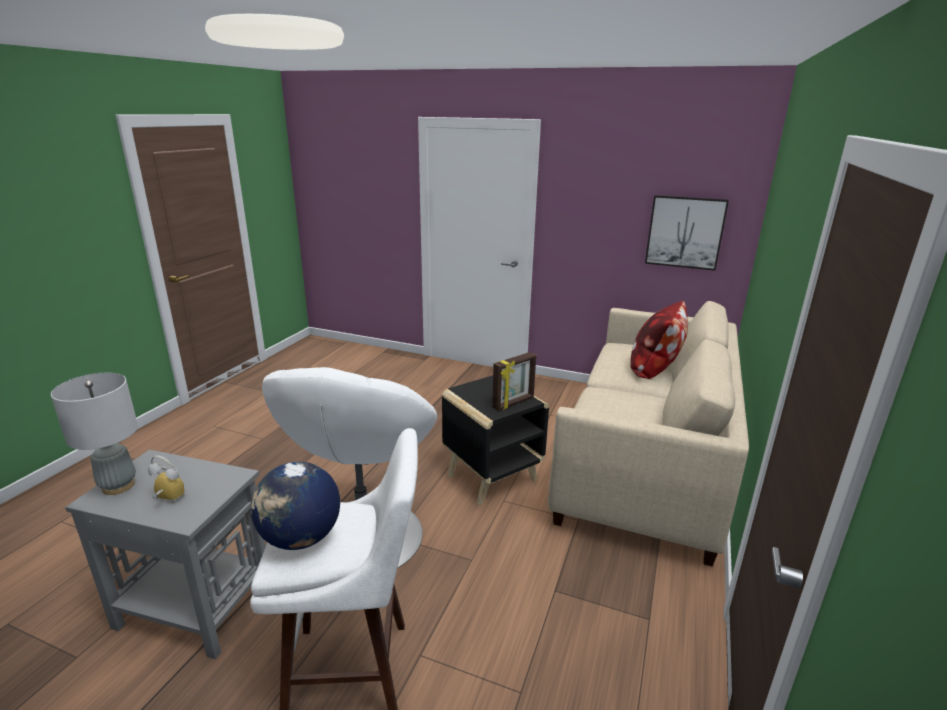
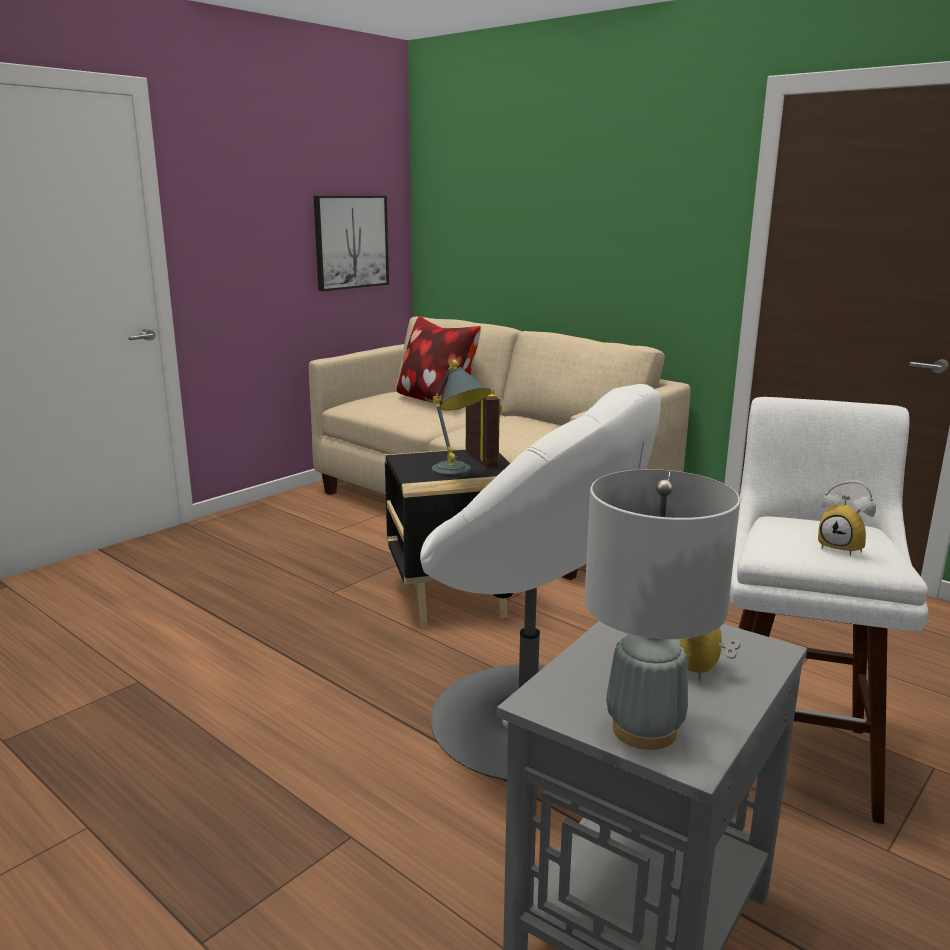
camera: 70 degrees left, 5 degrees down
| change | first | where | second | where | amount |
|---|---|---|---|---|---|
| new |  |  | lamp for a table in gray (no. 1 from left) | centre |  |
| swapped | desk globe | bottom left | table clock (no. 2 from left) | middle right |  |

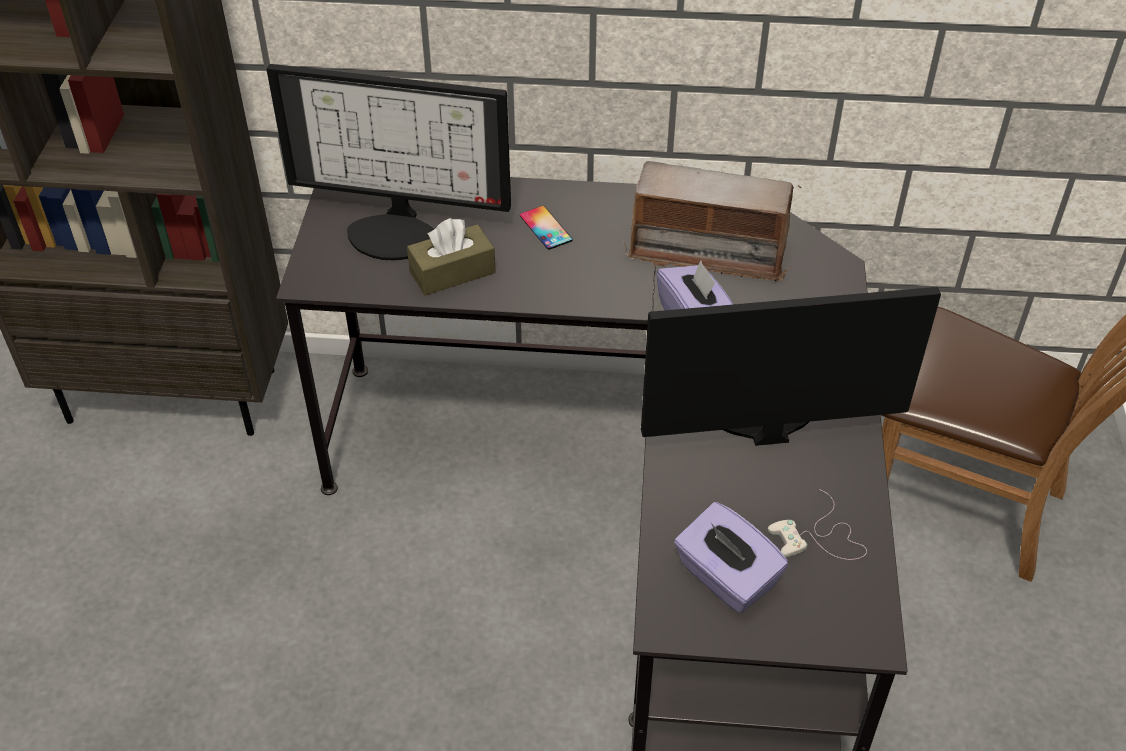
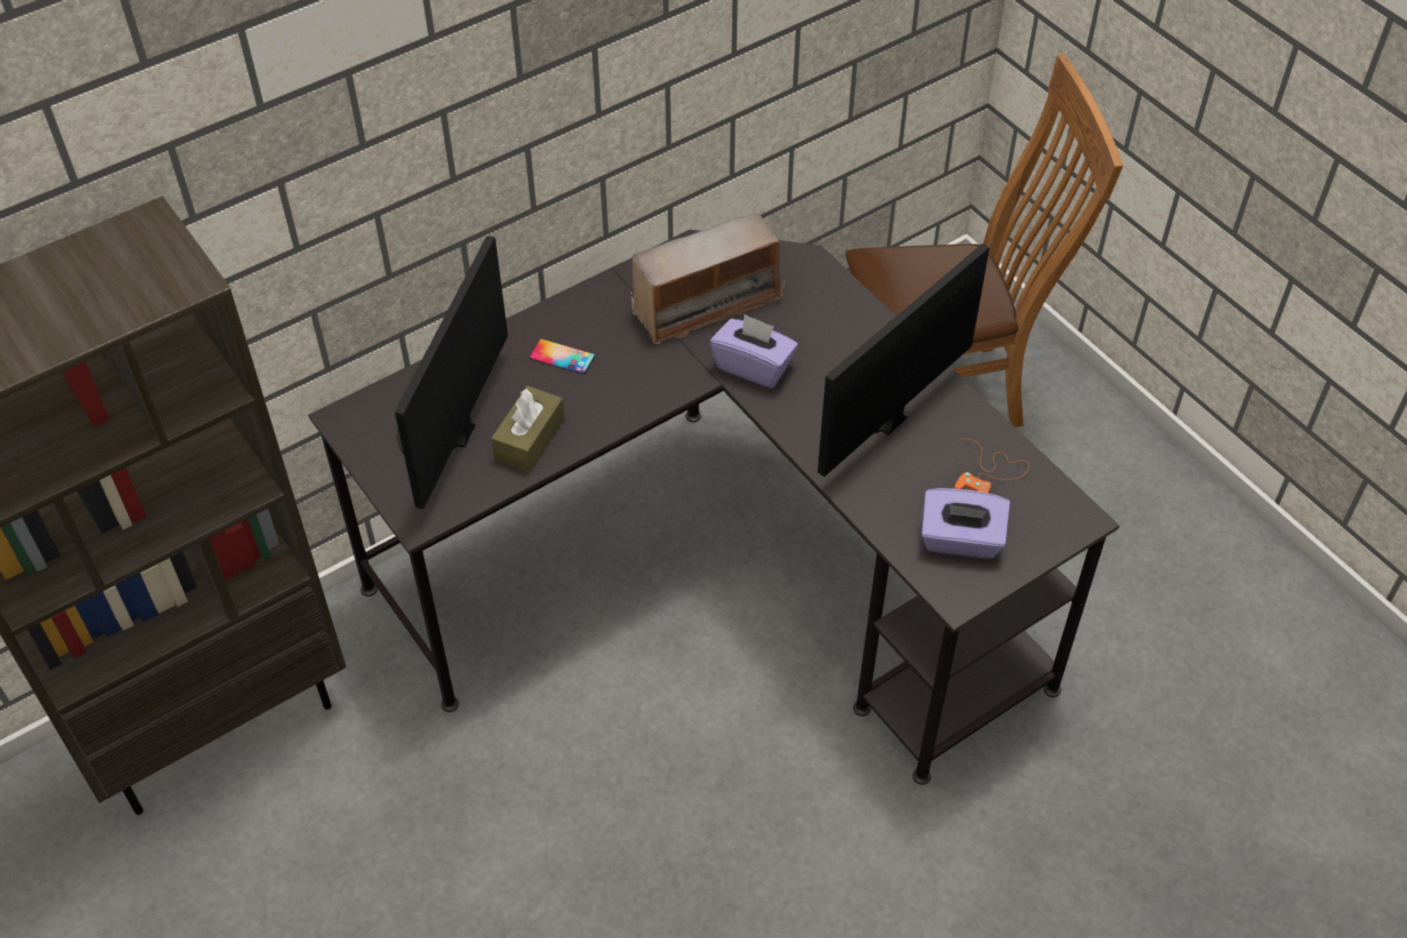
camera: 40 degrees left, 5 degrees up
| change | first | where | second | where | amount |
|---|---|---|---|---|---|
| repainted | joypad in white-coloured | bottom right | joypad in orange-coloured | middle right |  |
| rotated | computer display (no. 1 from left) | top centre |  | middle left | 135 degrees clockwise |

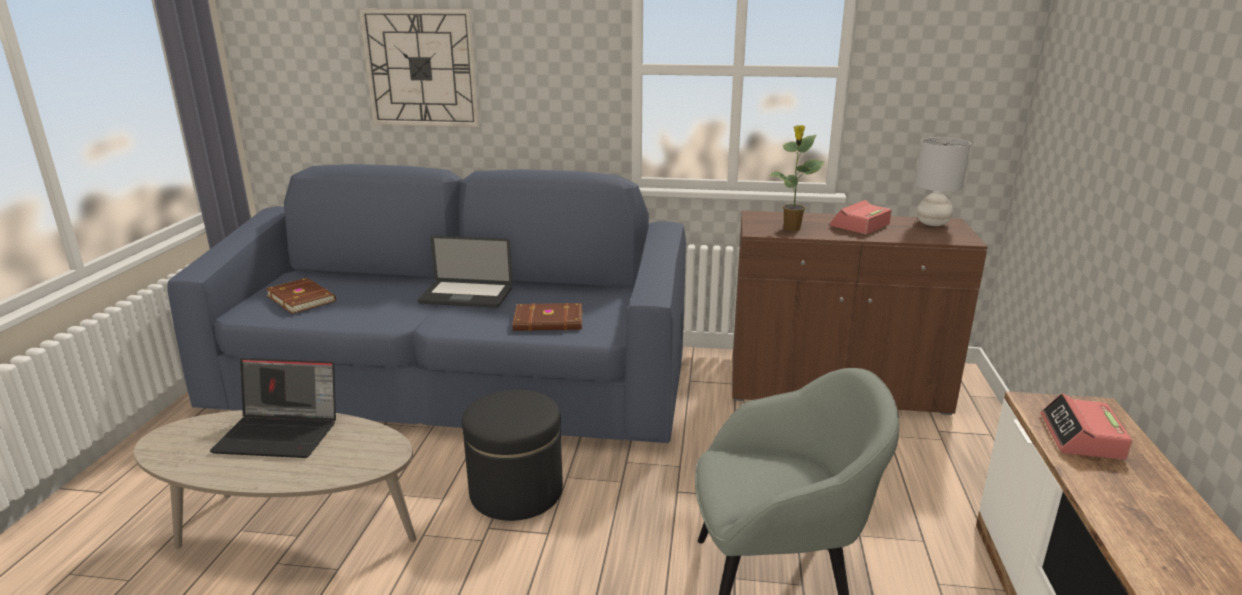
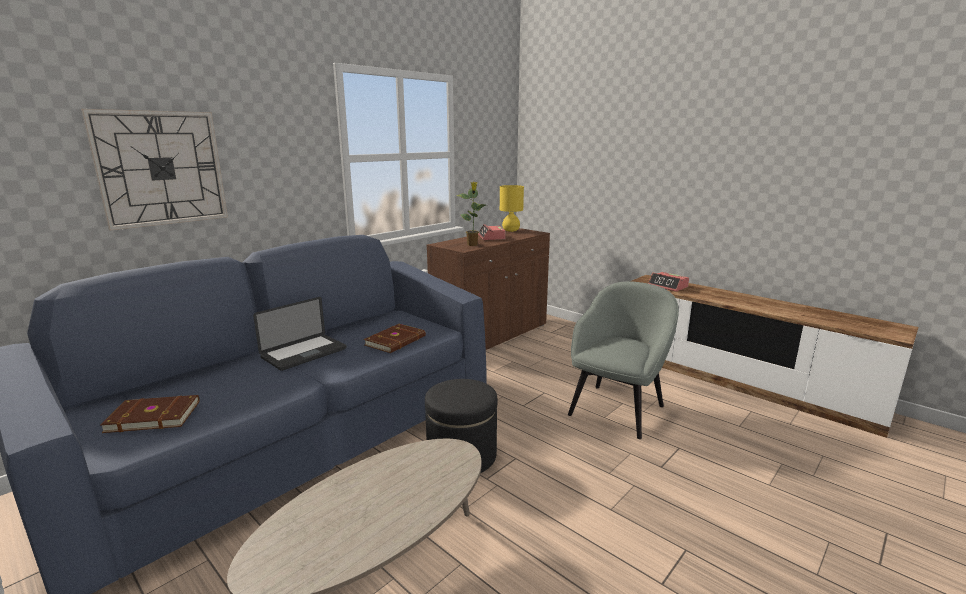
camera: 55 degrees left, 5 degrees down
| change | first | where | second | where | amount |
|---|---|---|---|---|---|
| gone | portable computer (no. 1 from left) | bottom left |  |  |  |
| repainted | lamp for a table in gray | top right | lamp for a table in yellow | centre |  |

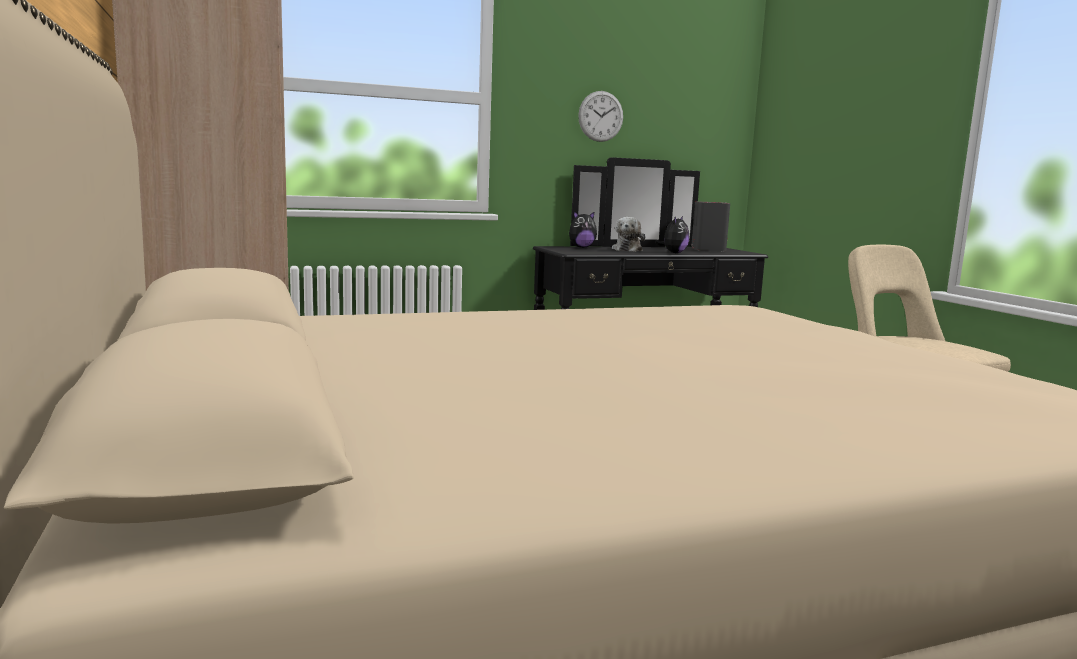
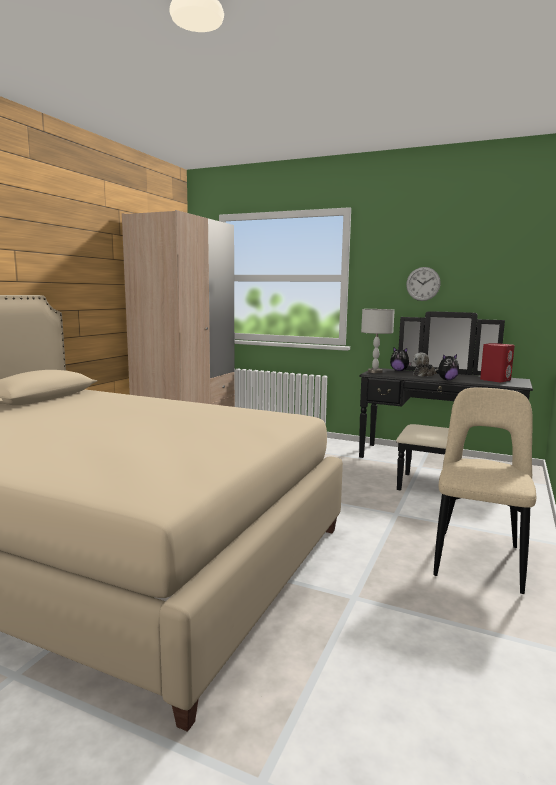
camera: 45 degrees right, 0 degrees up
| change | first | where | second | where | amount |
|---|---|---|---|---|---|
| new |  |  | lamp for a table in gray | middle right |  |
| repainted | audio speaker in gray | centre | audio speaker in red-coloured | middle right |  |

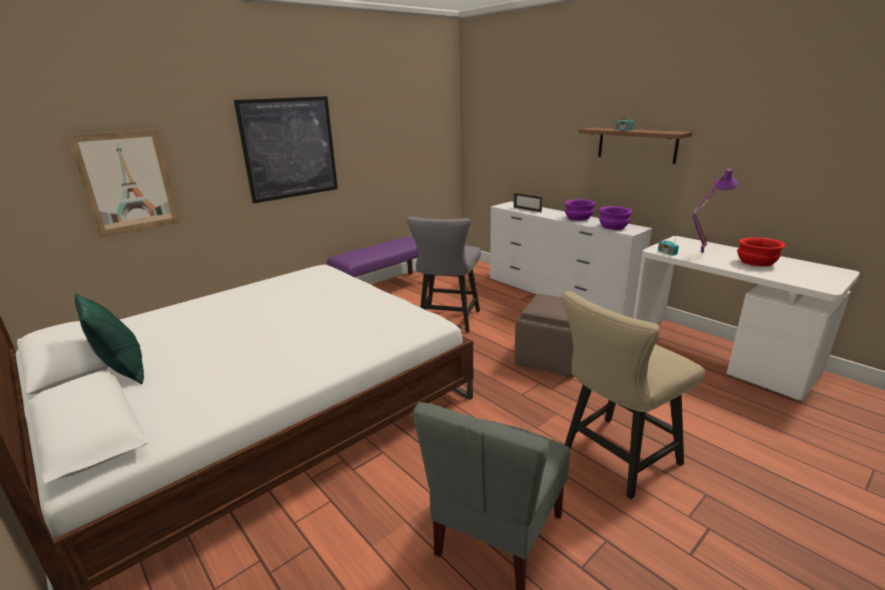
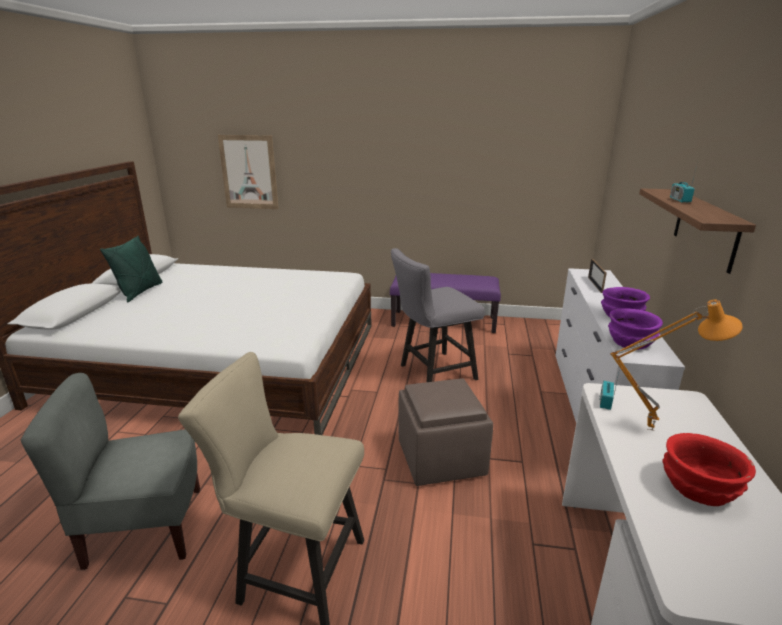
camera: 50 degrees right, 0 degrees up
| change | first | where | second | where | amount |
|---|---|---|---|---|---|
| gone | wall art (no. 2 from left) | top left |  |  |  |
| repainted | lamp for a table in purplish | middle right | lamp for a table in orange-coloured | middle right |  |

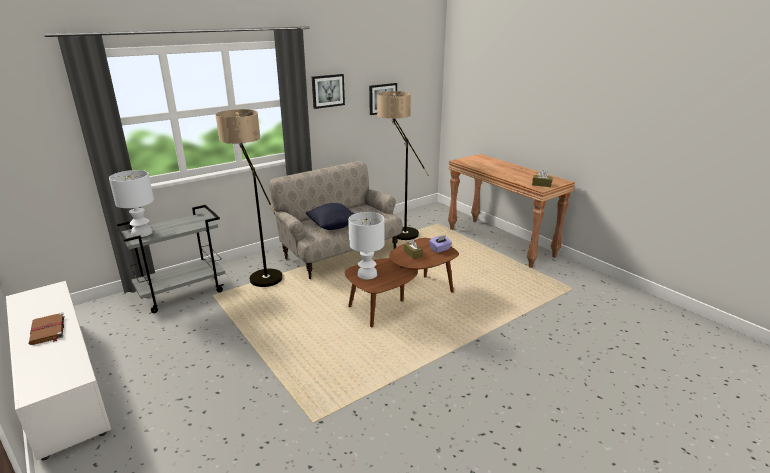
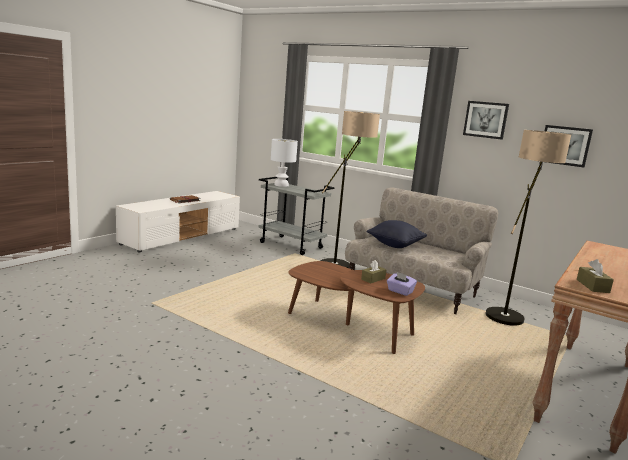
camera: 70 degrees right, 10 degrees down
| change | first | where | second | where | amount |
|---|---|---|---|---|---|
| gone | lamp for a table in white-coloured (no. 2 from left) | centre |  |  |  |

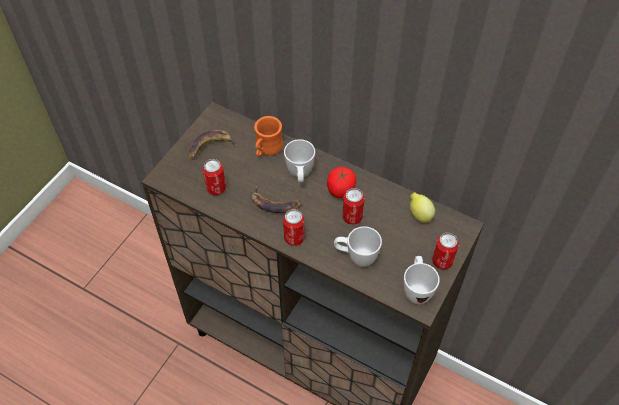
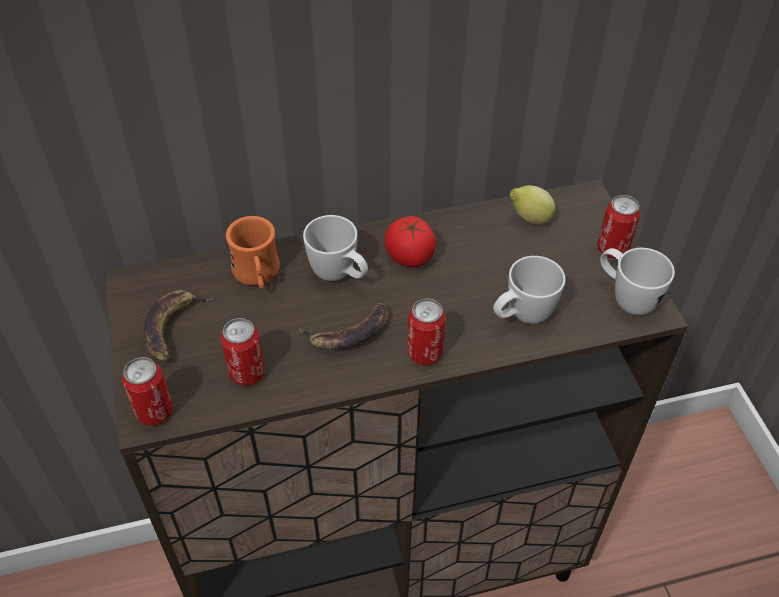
camera: 45 degrees left, 5 degrees down
| change | first | where | second | where | amount |
|---|---|---|---|---|---|
| shifted | can (no. 3 from left in the first image) | centre | can (no. 1 from left) | middle left |  |

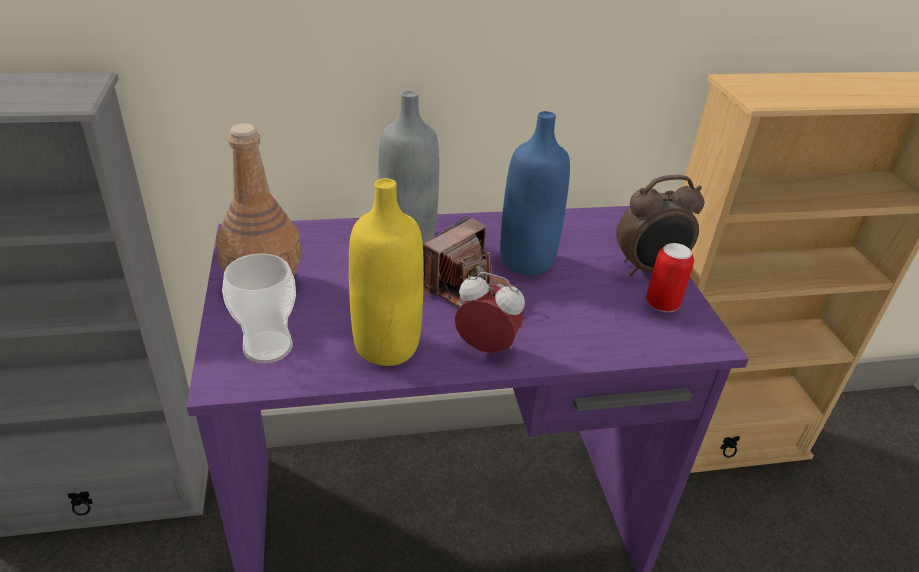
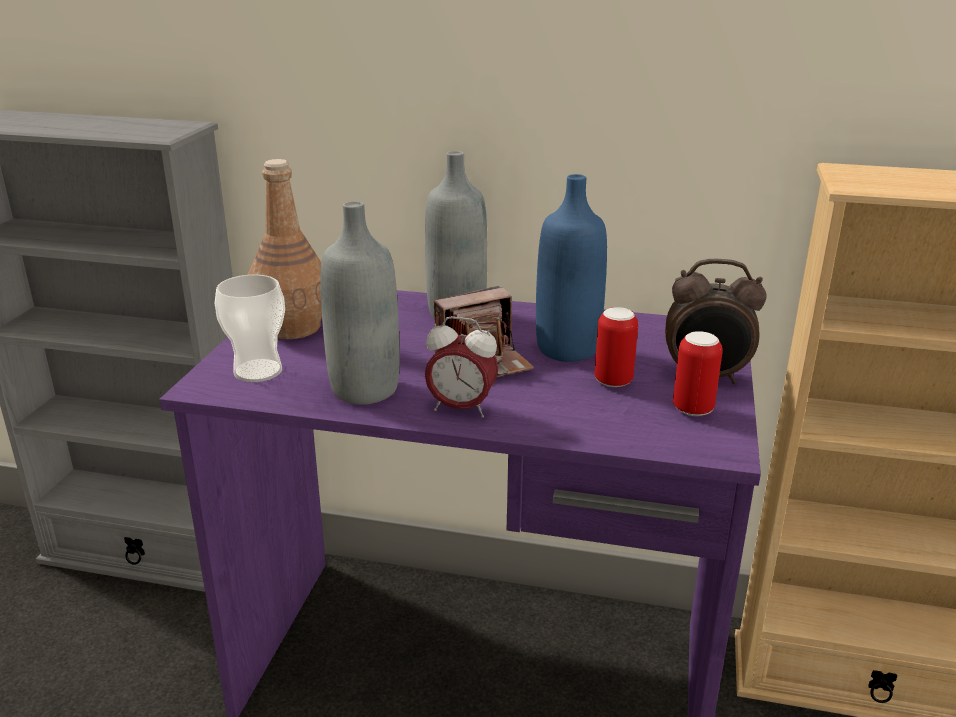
camera: 25 degrees right, 10 degrees down
| change | first | where | second | where | amount |
|---|---|---|---|---|---|
| new |  |  | can (no. 1 from left) | centre |  |
| repainted | beverage bottle in yellow | centre | beverage bottle in gray (no. 1 from left) | centre |  |
| rotated | table clock (no. 1 from left) | centre |  | centre | 150 degrees clockwise |

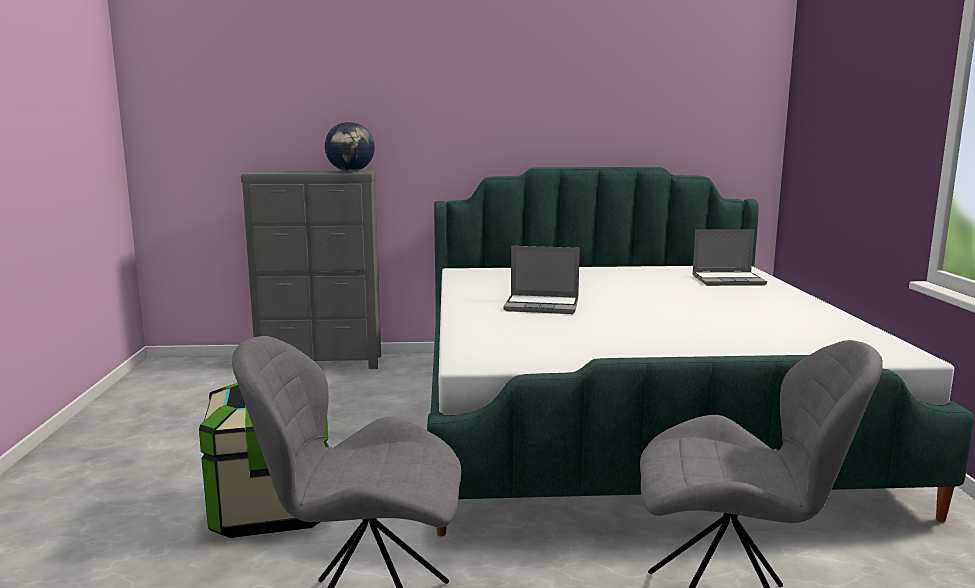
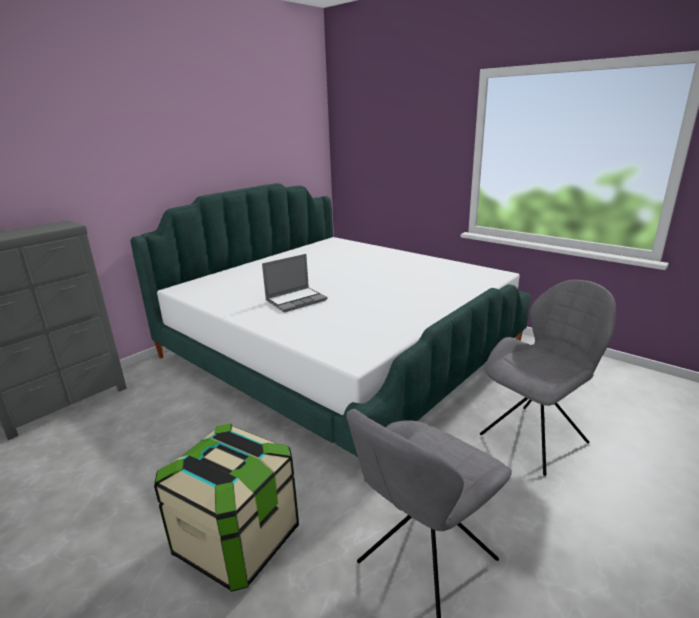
camera: 45 degrees left, 10 degrees up
| change | first | where | second | where | amount |
|---|---|---|---|---|---|
| gone | desk globe | top centre |  |  |  |
| gone | portable computer (no. 2 from left) | middle right |  |  |  |

